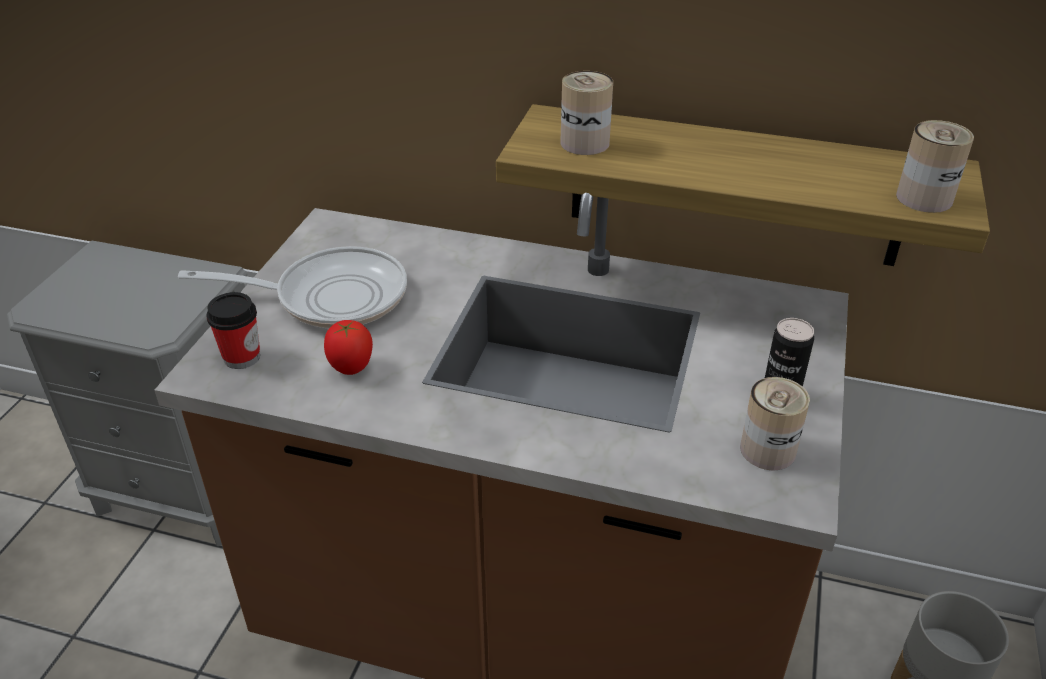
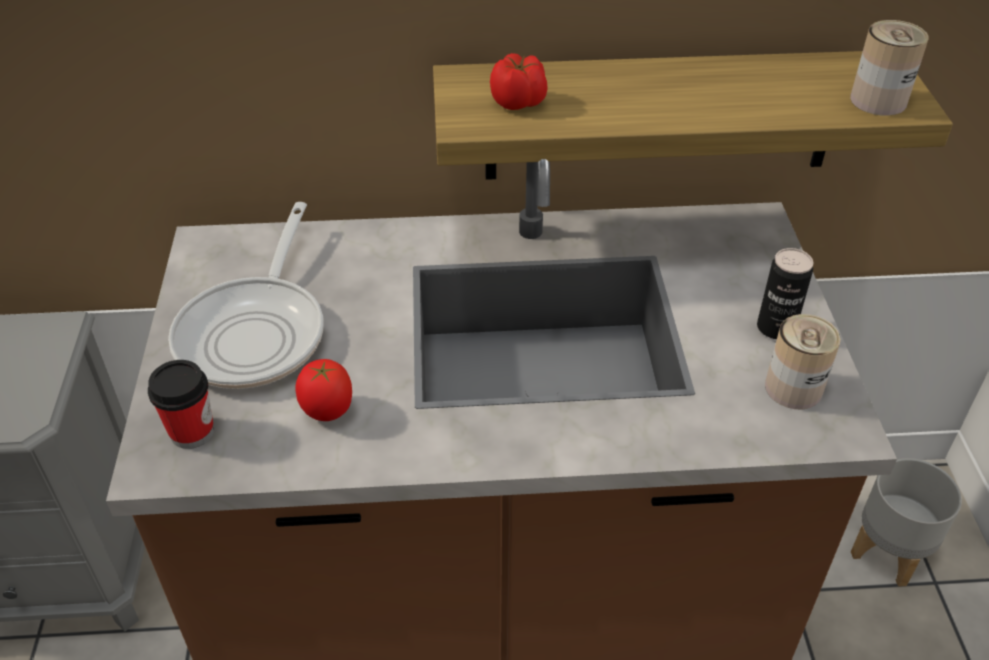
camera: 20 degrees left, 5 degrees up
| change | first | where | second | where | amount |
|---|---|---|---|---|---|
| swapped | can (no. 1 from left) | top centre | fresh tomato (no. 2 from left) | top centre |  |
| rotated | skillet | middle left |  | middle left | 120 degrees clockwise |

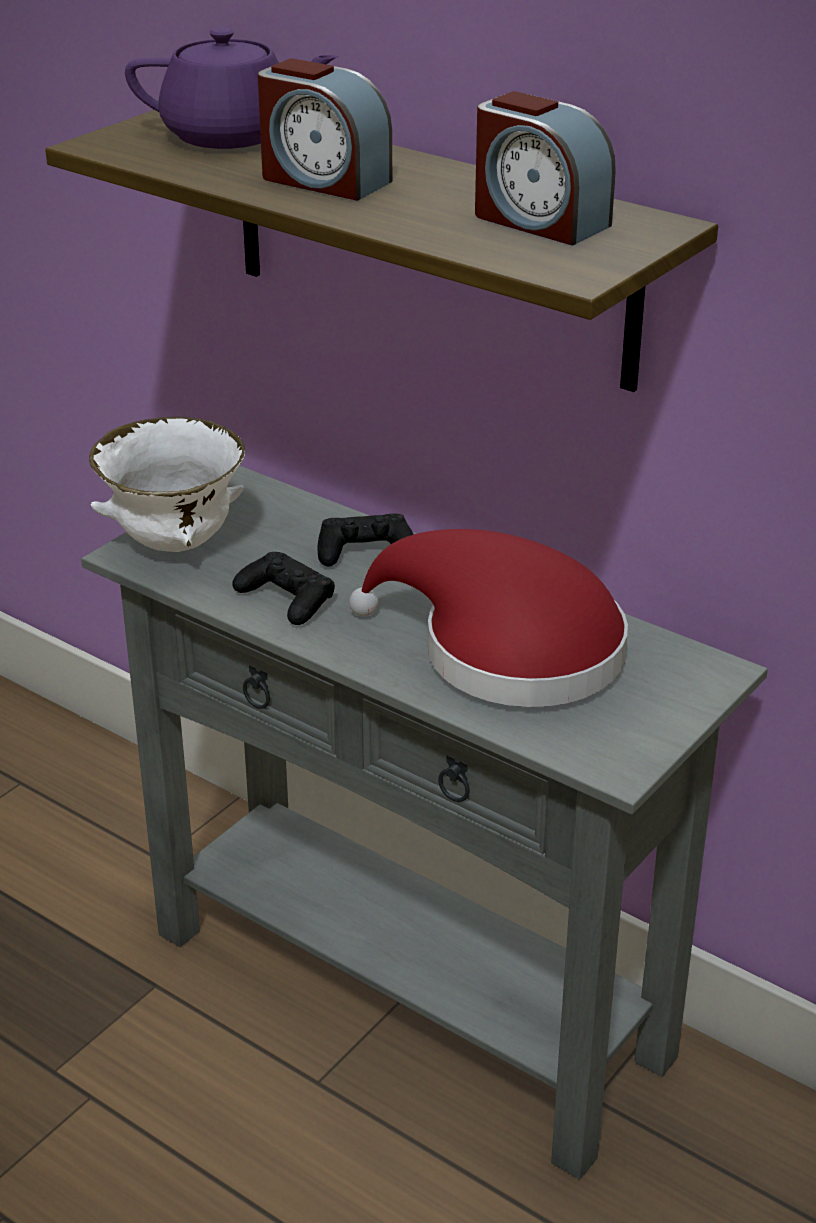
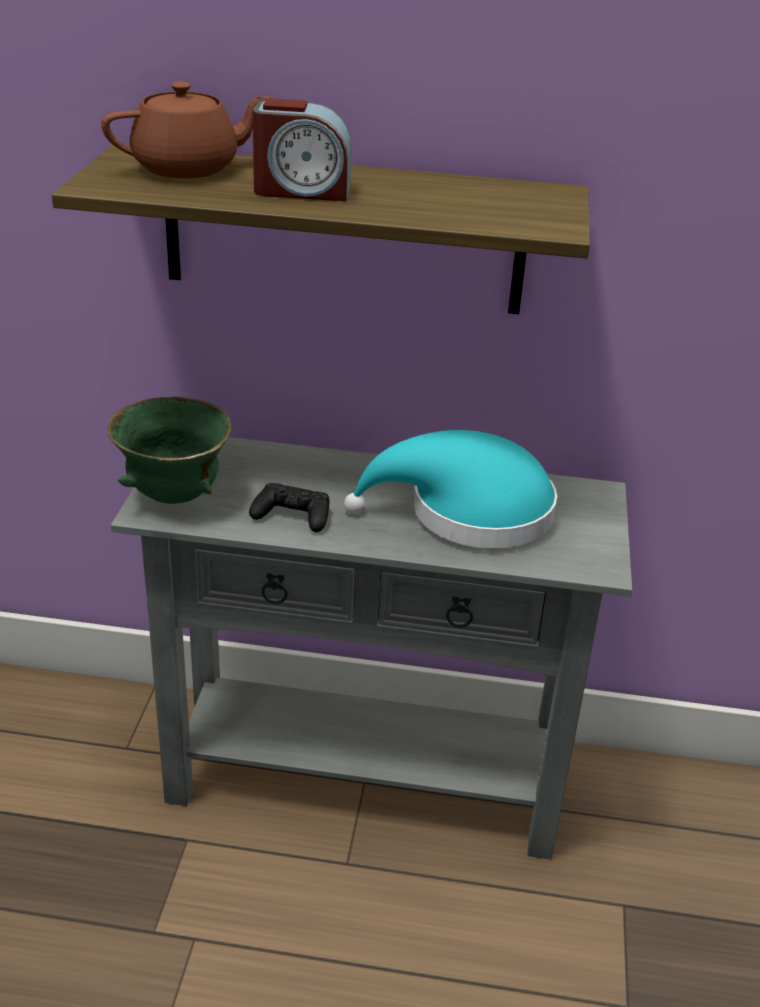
camera: 30 degrees left, 0 degrees up
| change | first | where | second | where | amount |
|---|---|---|---|---|---|
| gone | joypad in black (no. 2 from left) | centre |  |  |  |
| gone | table clock (no. 2 from left) | top right |  |  |  |
| repainted | deep dish in white-coloured | middle left | deep dish in green | middle left |  |
| repainted | tea pot in purplish | top left | tea pot in brown | top left |  |
| repainted | wearable hat in red-coloured | centre | wearable hat in turquoise-coloured | centre |  |

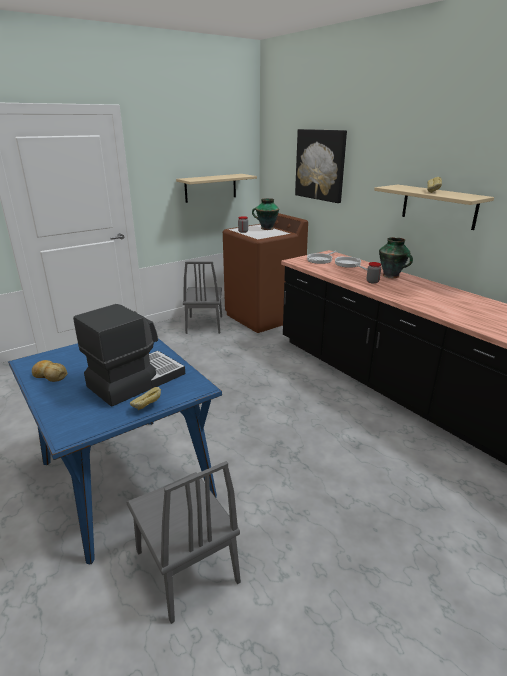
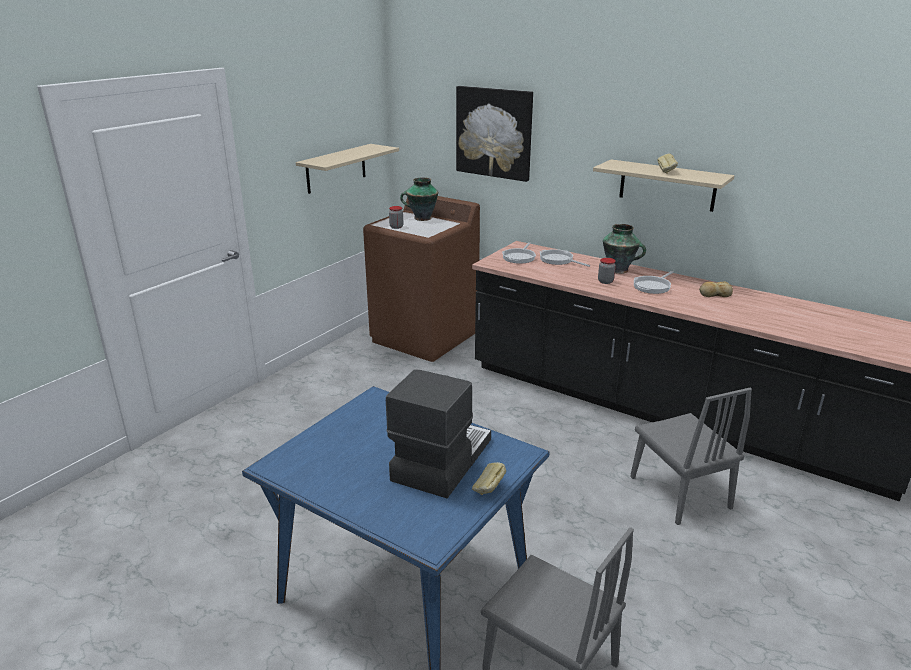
camera: 20 degrees left, 0 degrees up
| change | first | where | second | where | amount |
|---|---|---|---|---|---|
| new |  |  | skillet (no. 3 from left) | middle right |  |
| shifted | bread (no. 1 from left in the first image) | middle left | bread (no. 3 from left) | middle right |  |
| shifted | upright chair in gray (no. 2 from left) | centre |  | bottom right |  |

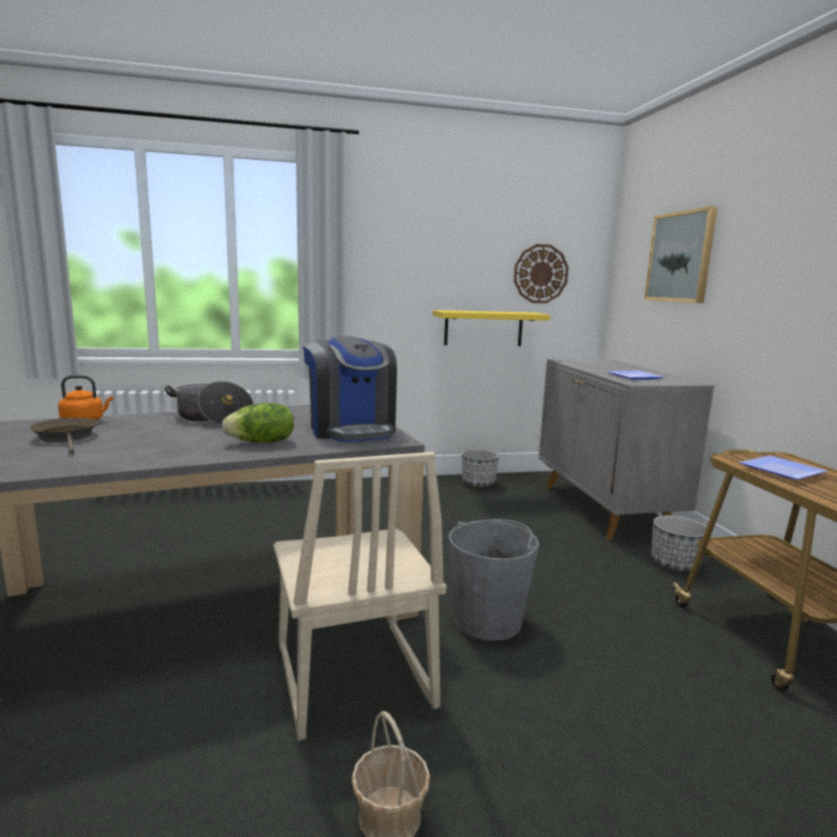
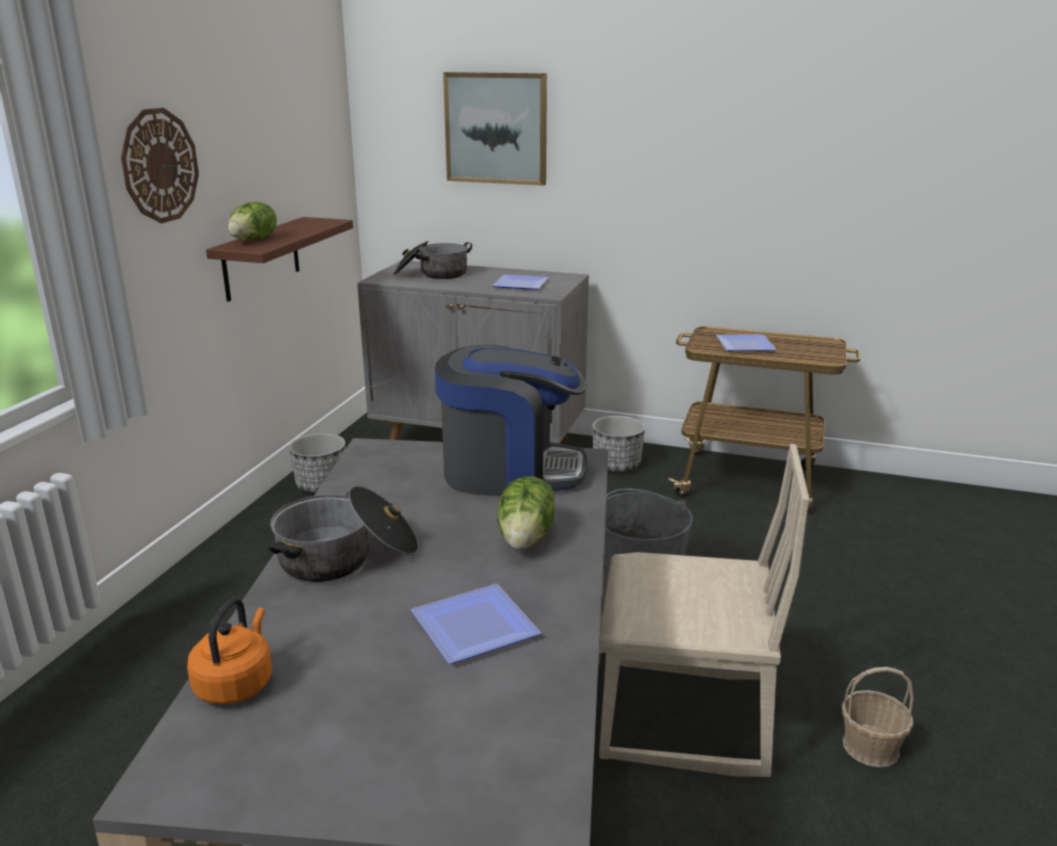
camera: 60 degrees left, 10 degrees up
| change | first | where | second | where | amount |
|---|---|---|---|---|---|
| gone | skillet in brown | middle left |  |  |  |
| new |  |  | lettuce (no. 1 from left) | top left |  |
| new |  |  | cooking pot (no. 2 from left) | top centre |  |
| new |  |  | dinner plate (no. 1 from left) | bottom centre |  |
| shifted | wall clock | top centre |  | top left |  |
| repainted | shelf in yellow | centre | shelf in brown | top left |  |

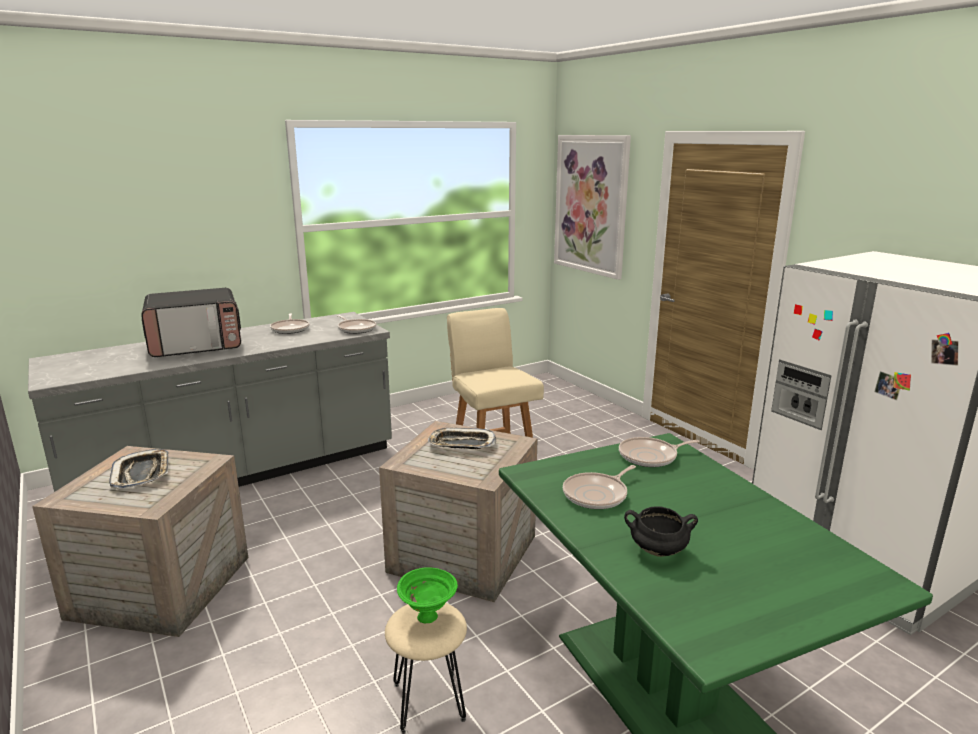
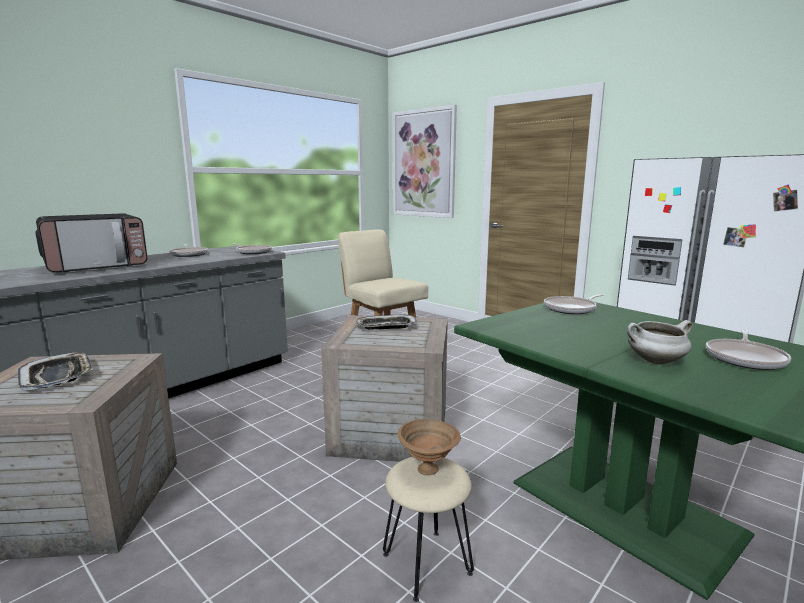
camera: 15 degrees left, 5 degrees down
| change | first | where | second | where | amount |
|---|---|---|---|---|---|
| shifted | skillet (no. 3 from left in the first image) | centre | skillet (no. 4 from left) | middle right |  |
| repainted | deep dish in green | bottom centre | deep dish in brown | bottom centre |  |
| repainted | cooking pot in black | bottom right | cooking pot in white-coloured | middle right |  |

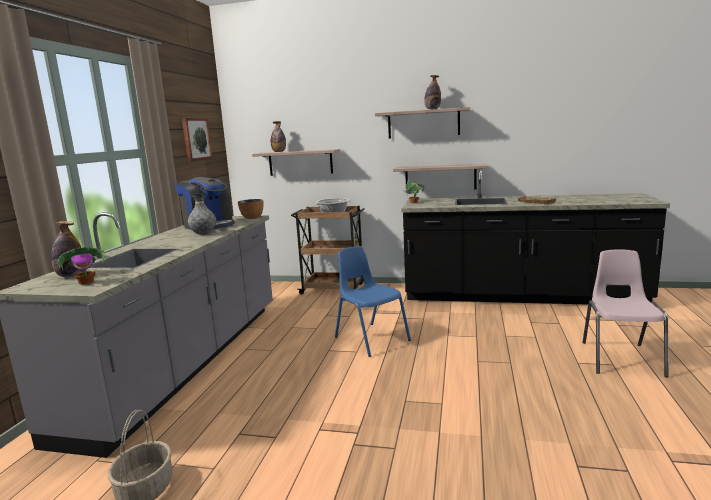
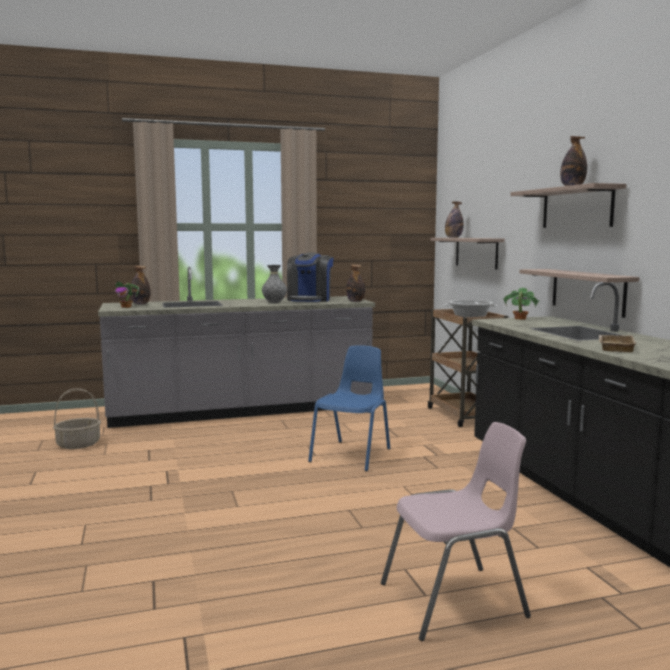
camera: 60 degrees right, 5 degrees down
| change | first | where | second | where | amount |
|---|---|---|---|---|---|
| gone | wall art | top left |  |  |  |
| swapped | deep dish | centre | beverage bottle (no. 2 from left) | centre |  |

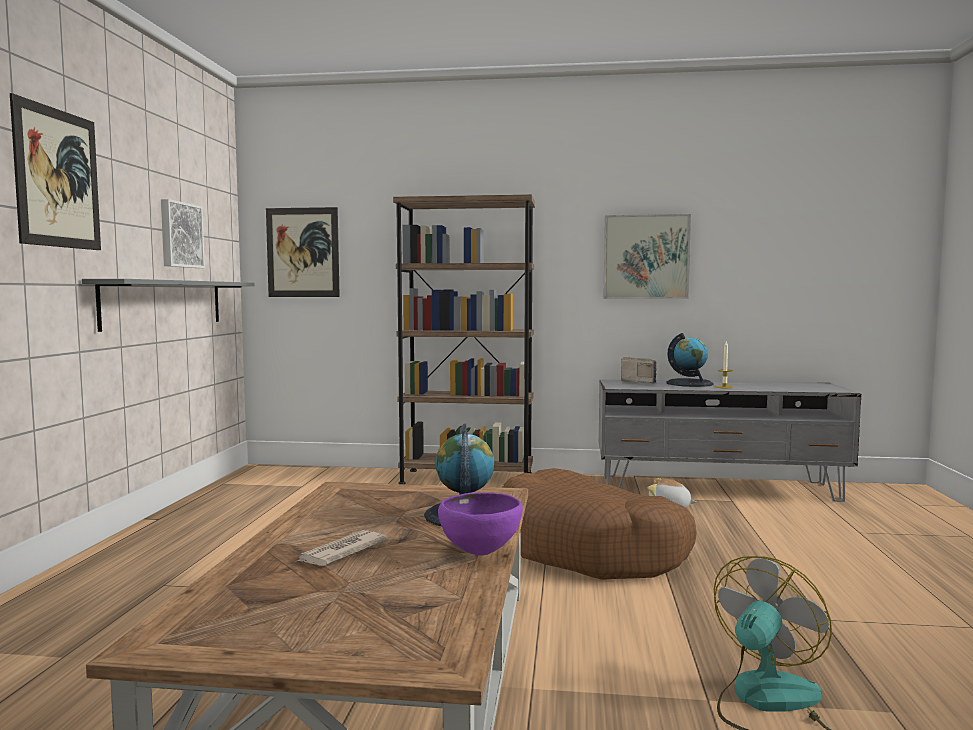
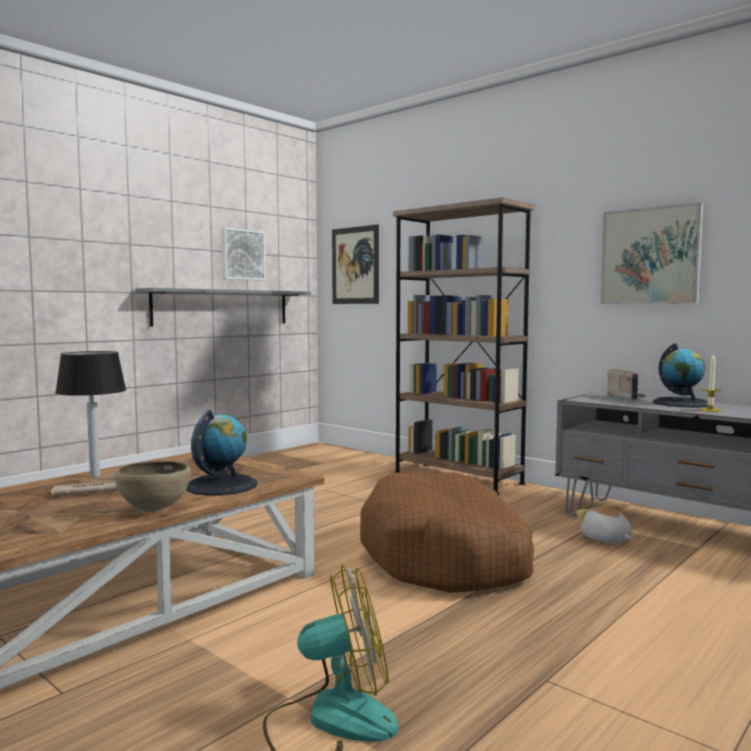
camera: 35 degrees right, 0 degrees up
| change | first | where | second | where | amount |
|---|---|---|---|---|---|
| gone | wall art (no. 1 from left) | top left |  |  |  |
| new |  |  | lamp for a table | middle left |  |
| repainted | deep dish in purplish | bottom centre | deep dish in brown | middle left |  |

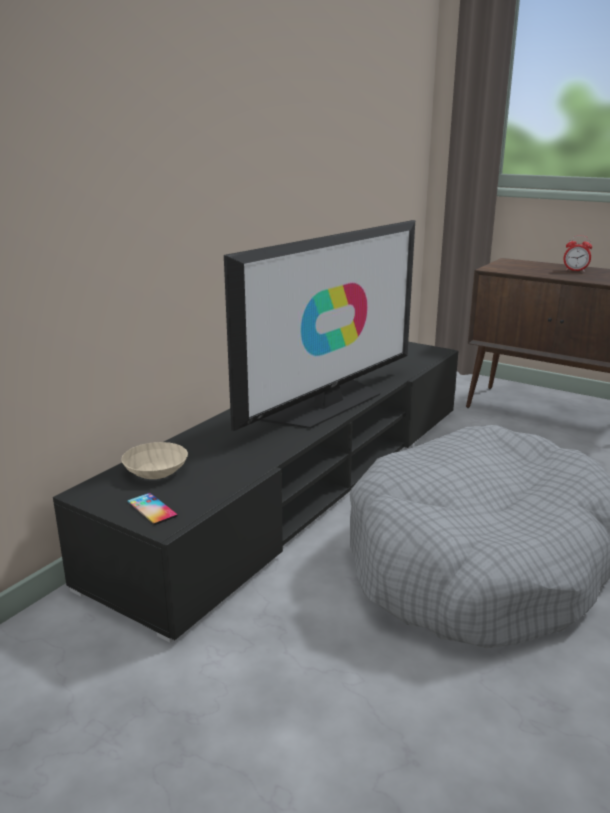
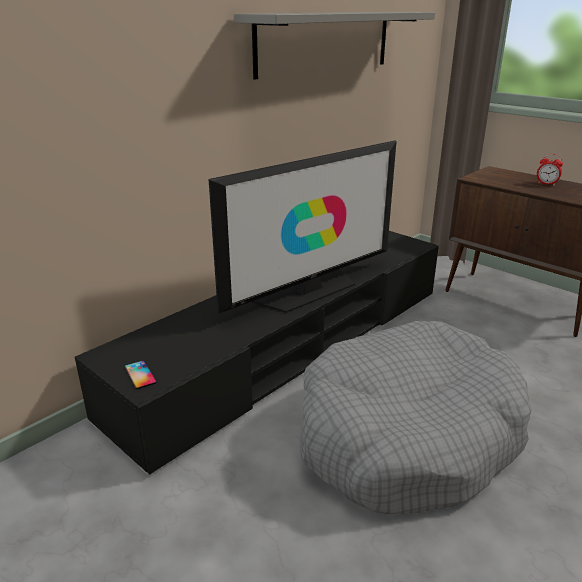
camera: 10 degrees right, 5 degrees up
| change | first | where | second | where | amount |
|---|---|---|---|---|---|
| gone | deep dish in beige-coloured | middle left |  |  |  |
| new |  |  | shelf in gray | top centre |  |

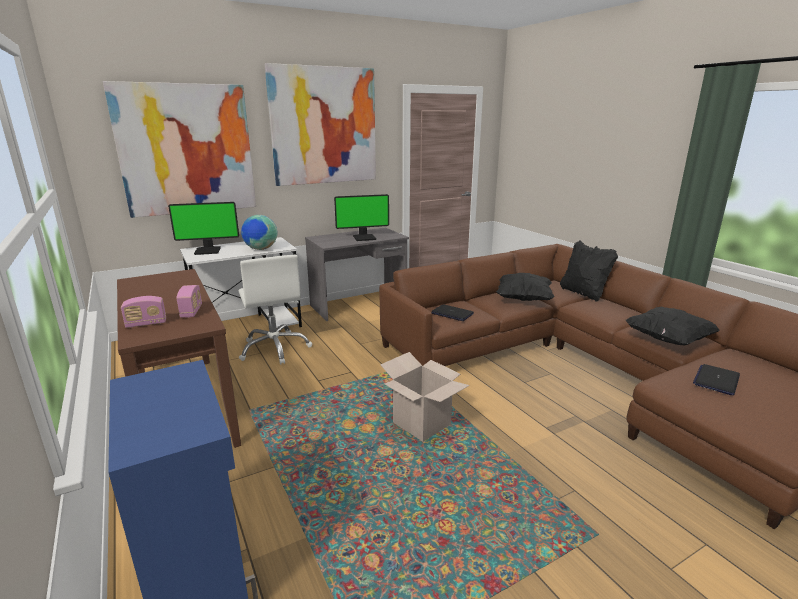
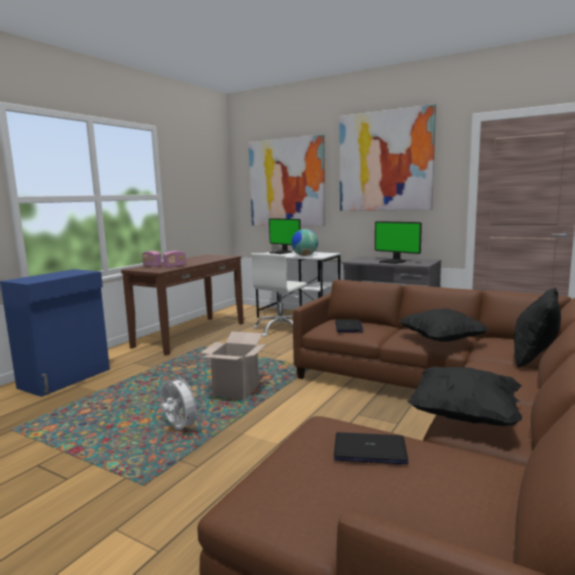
camera: 60 degrees right, 10 degrees down
| change | first | where | second | where | amount |
|---|---|---|---|---|---|
| new |  |  | fan in white-coloured | bottom left |  |

